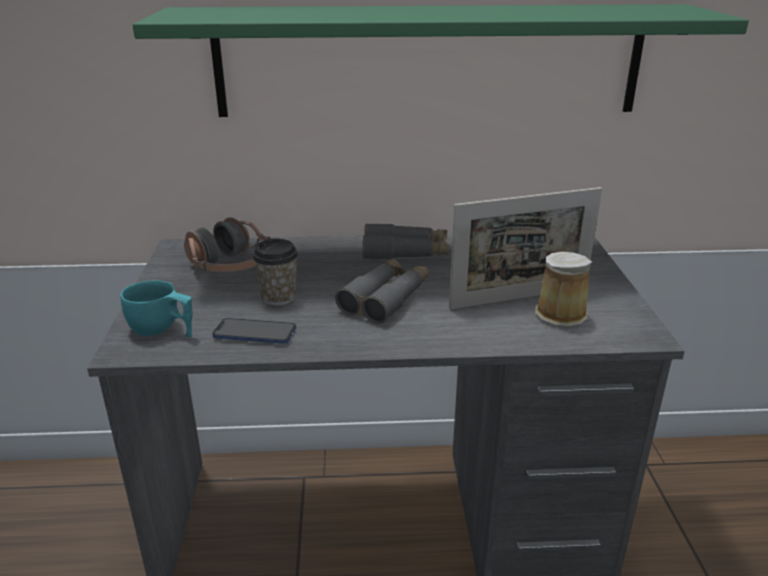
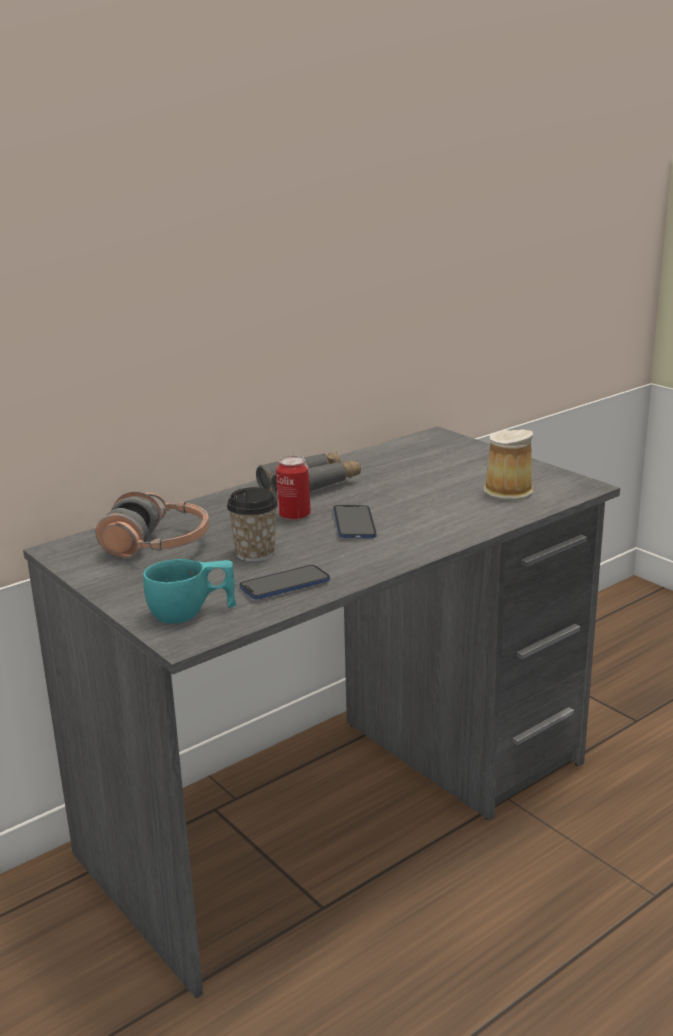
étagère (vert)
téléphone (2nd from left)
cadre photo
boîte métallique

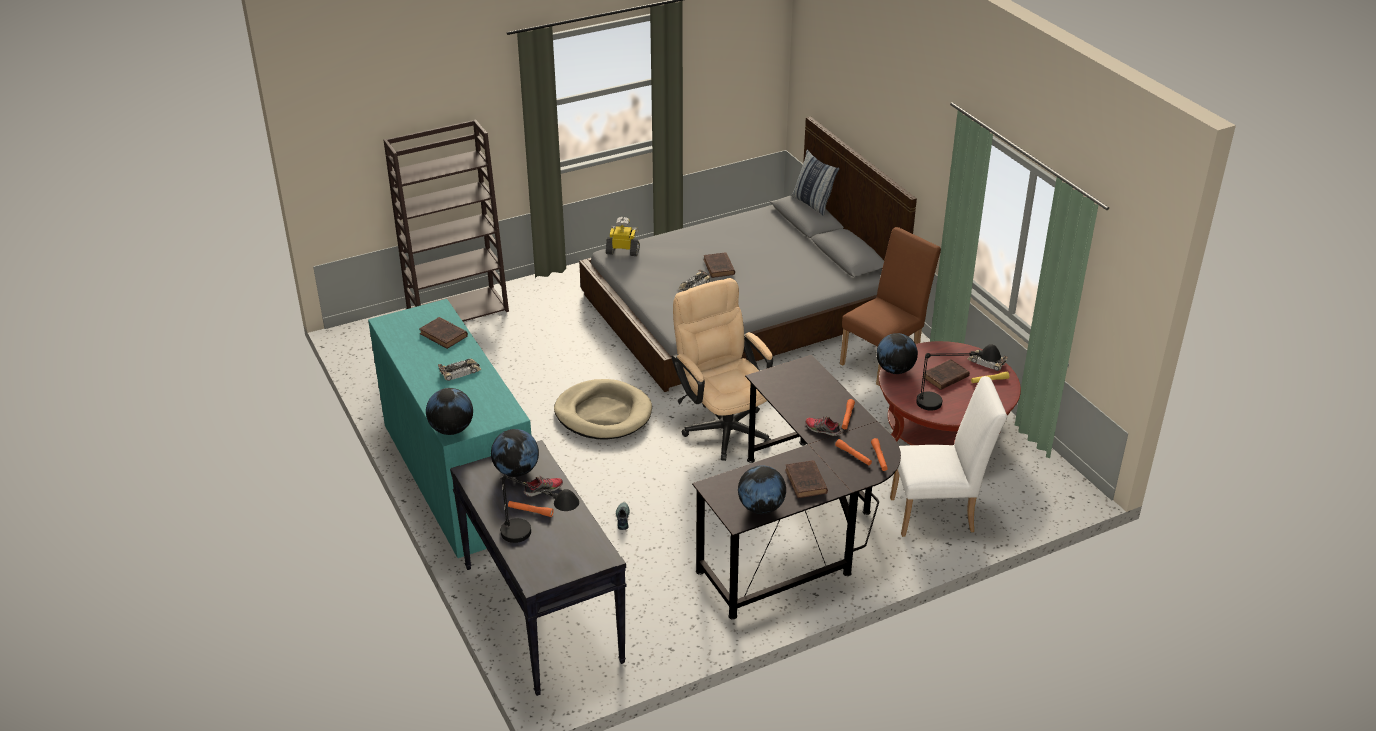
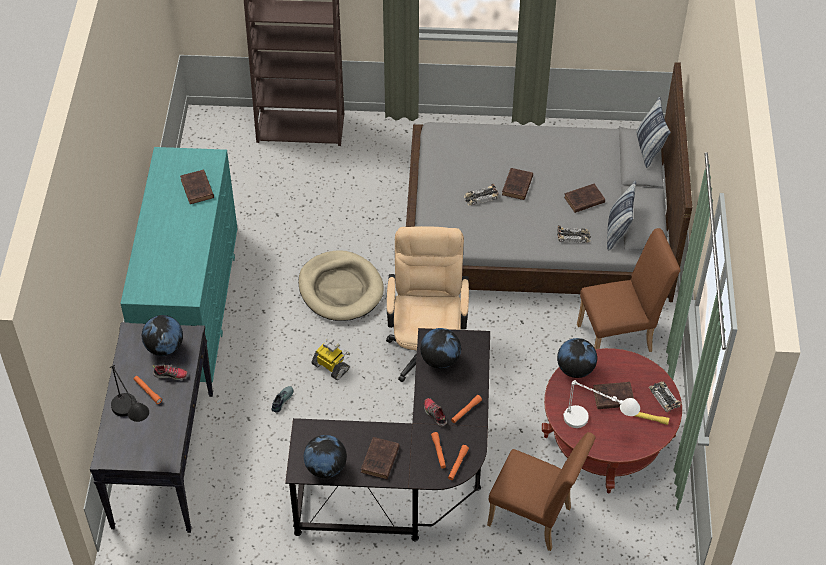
globe (3rd from left)
petite voiture (2nd from left)
robot jouet
chaise (marron) (1st from left)
lampe de table (blanc)
livre (marron) (4th from left)
coussin (1st from left)

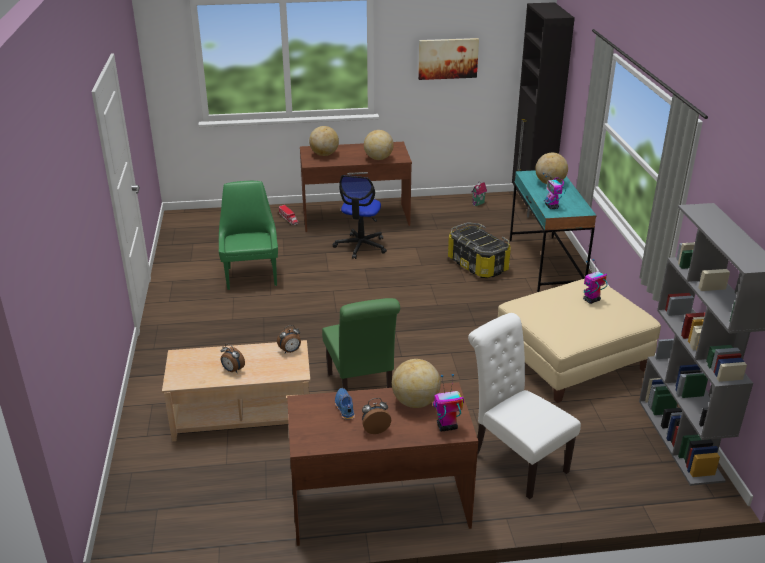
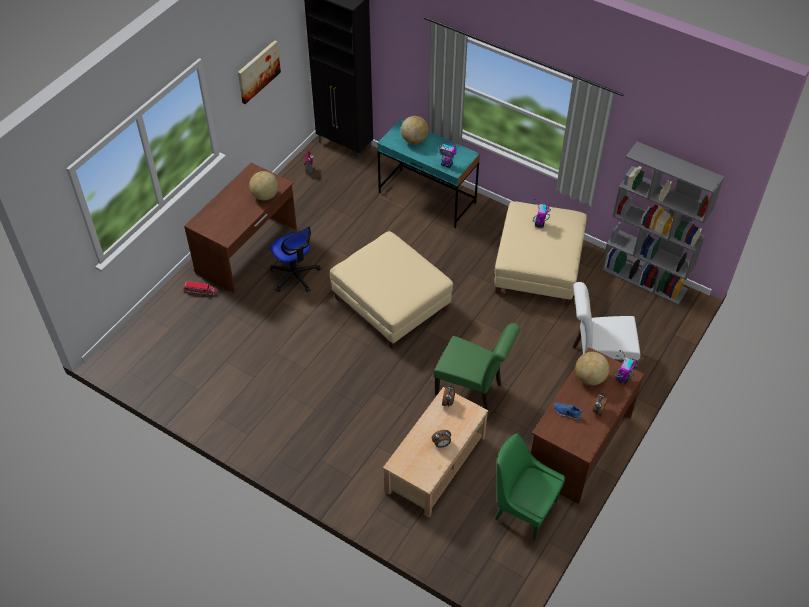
chaise (vert) (2nd from left)
globe (1st from left in the first image)
boîte de rangement
pouf (beige) (1st from left)

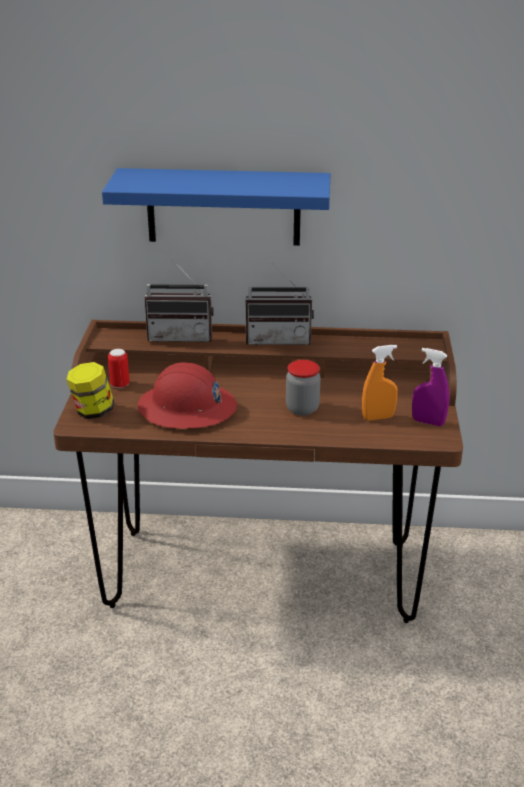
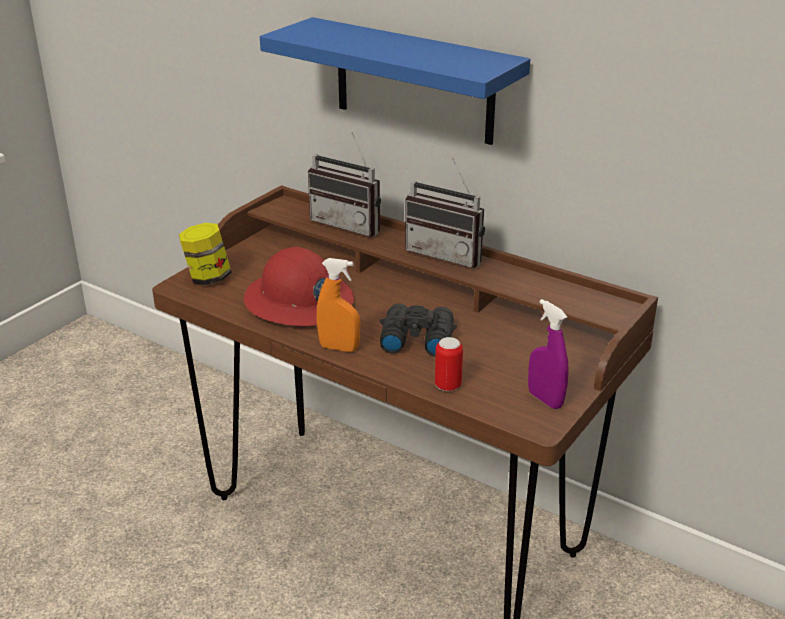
boîte métallique
jumelles (noir)
vaporisateur (orange)

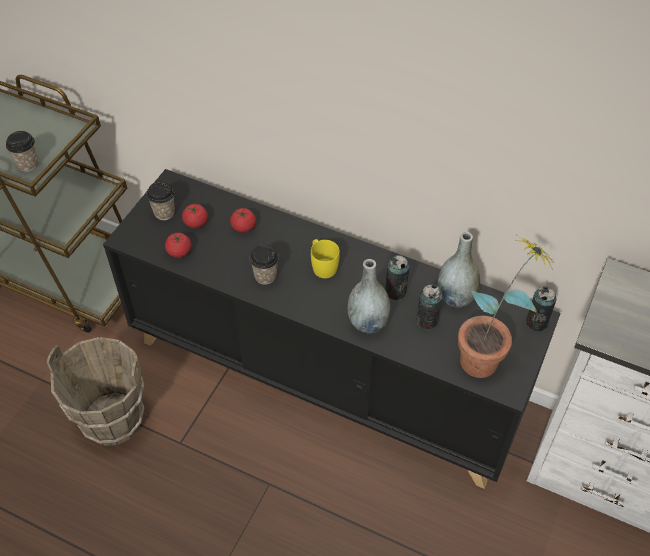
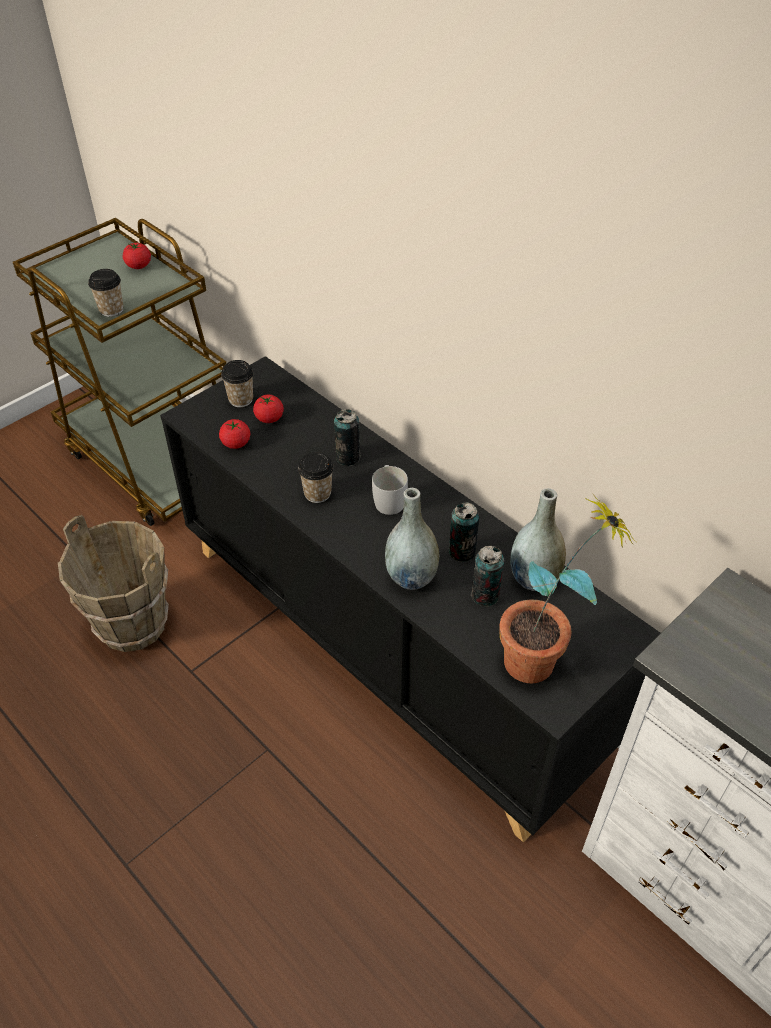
tomate (1st from left)
mug (blanc)
boîte métallique (1st from left)

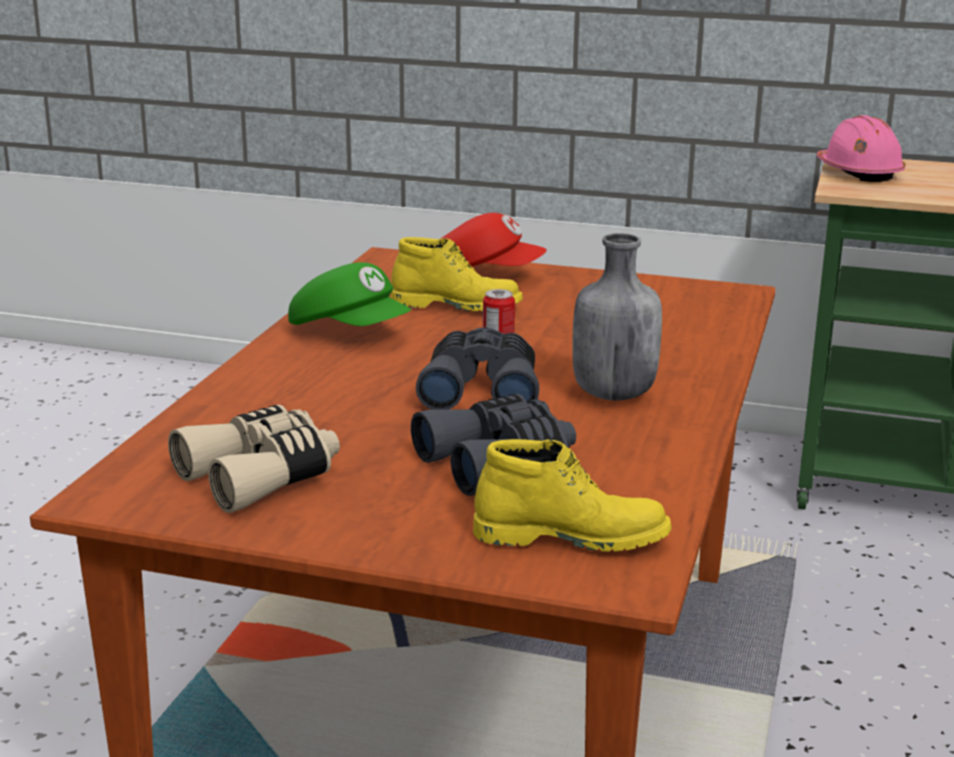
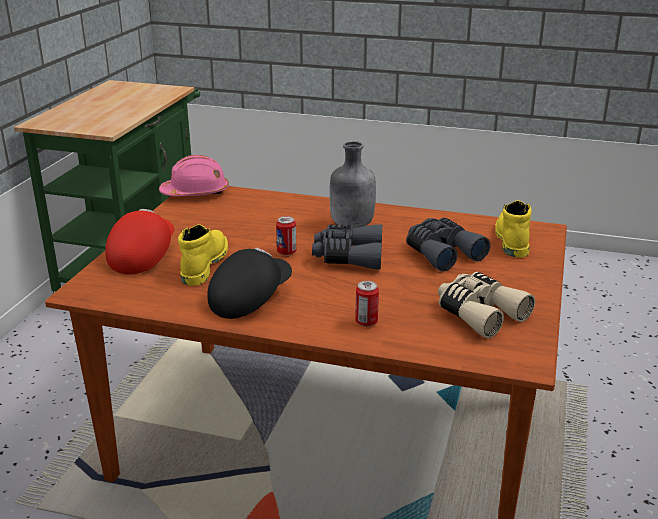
casquette (noir)
casque de chantier (rose)
boîte métallique (2nd from left)

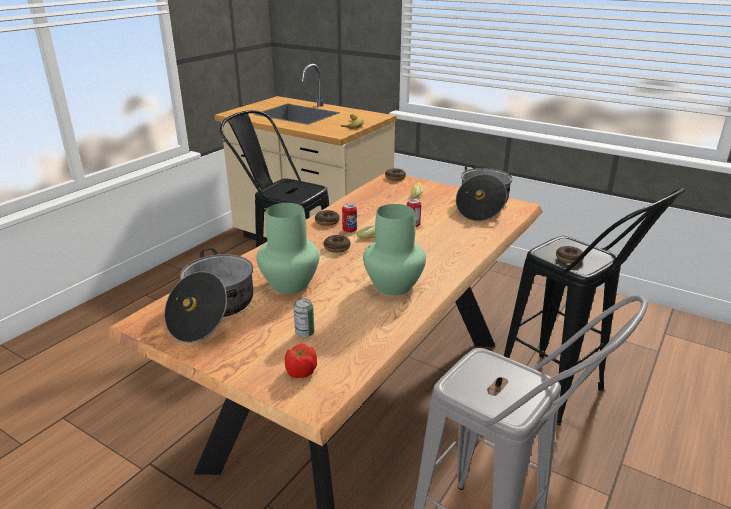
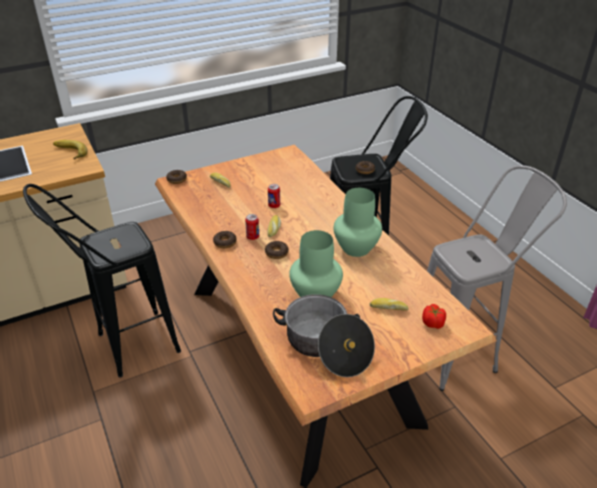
pain (3rd from left)
marmite (2nd from left in the first image)

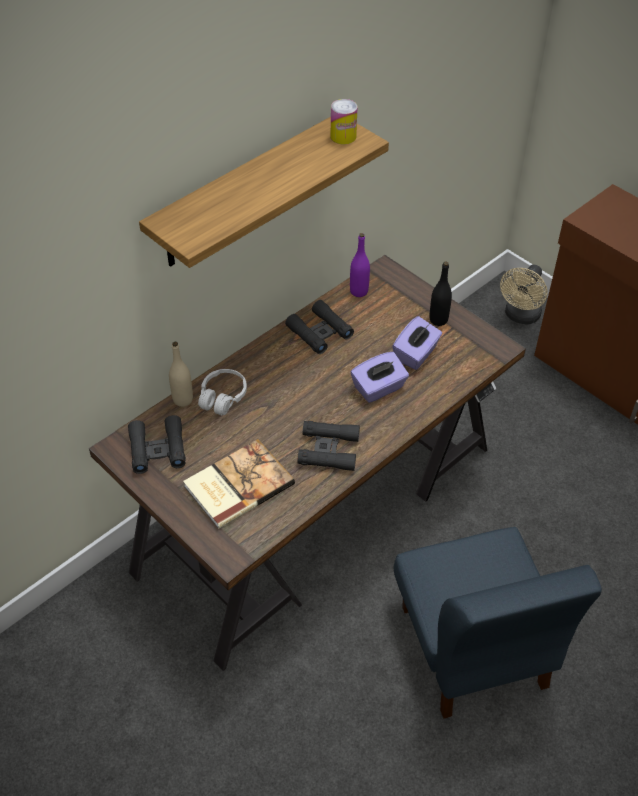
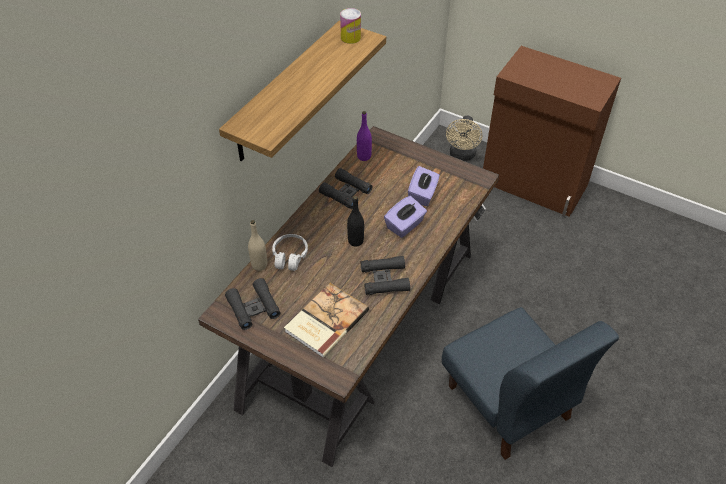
bouteille (noir)

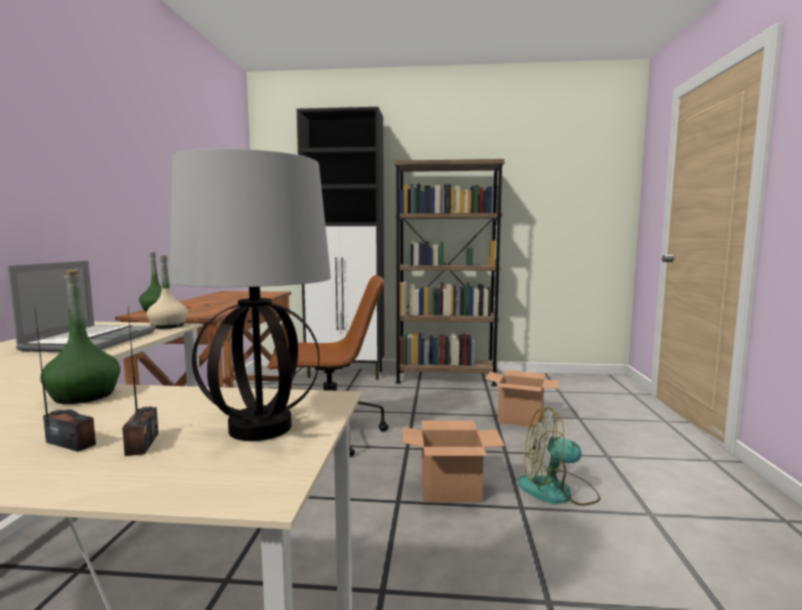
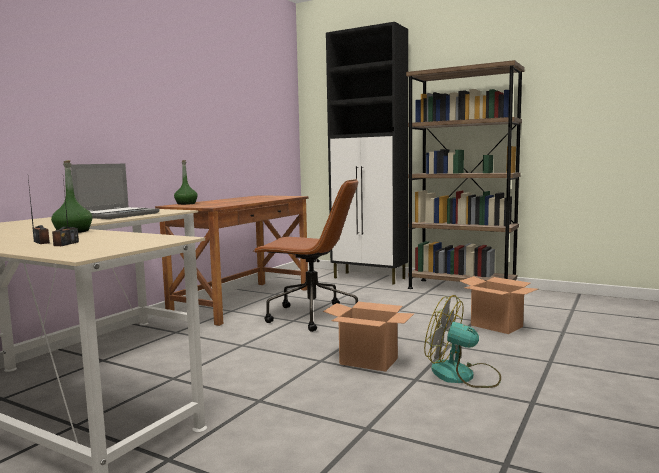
bouteille (beige)
lampe de table

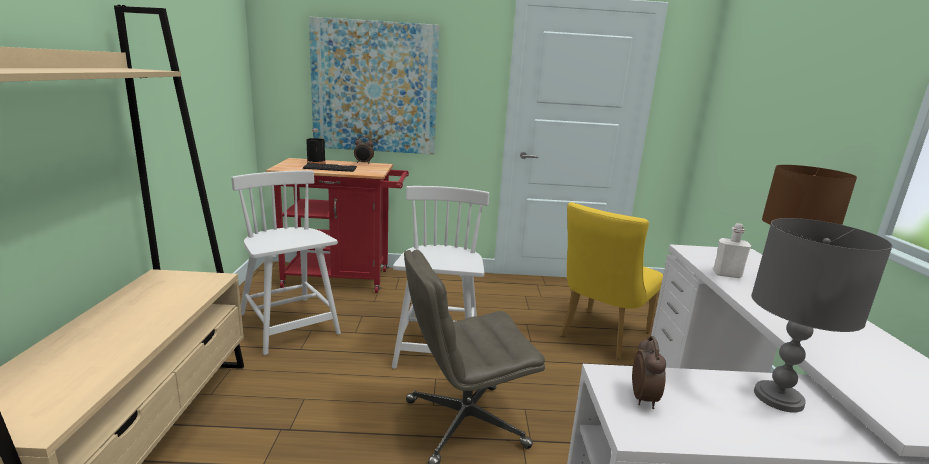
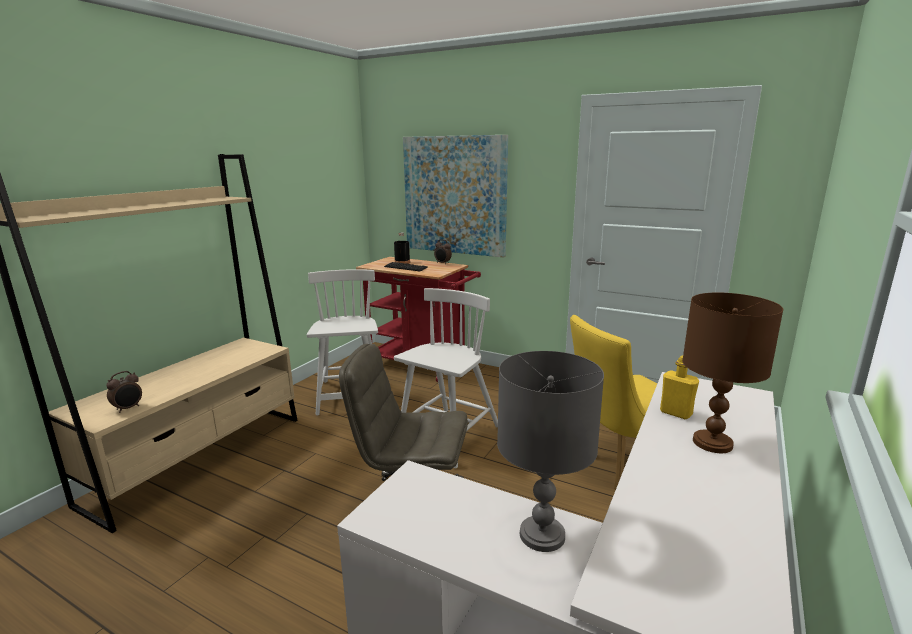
réveil (1st from left)
bouteille (jaune)

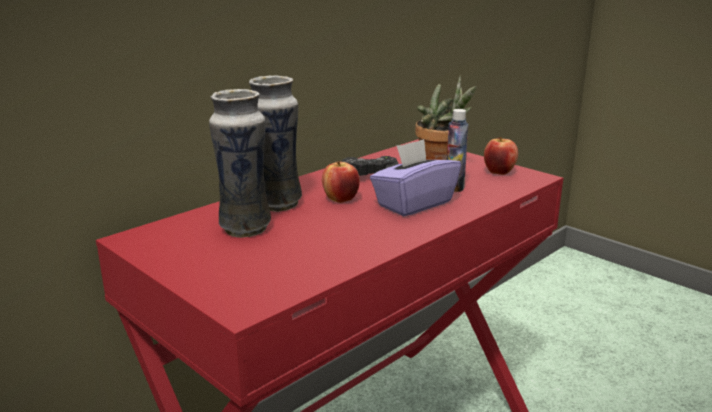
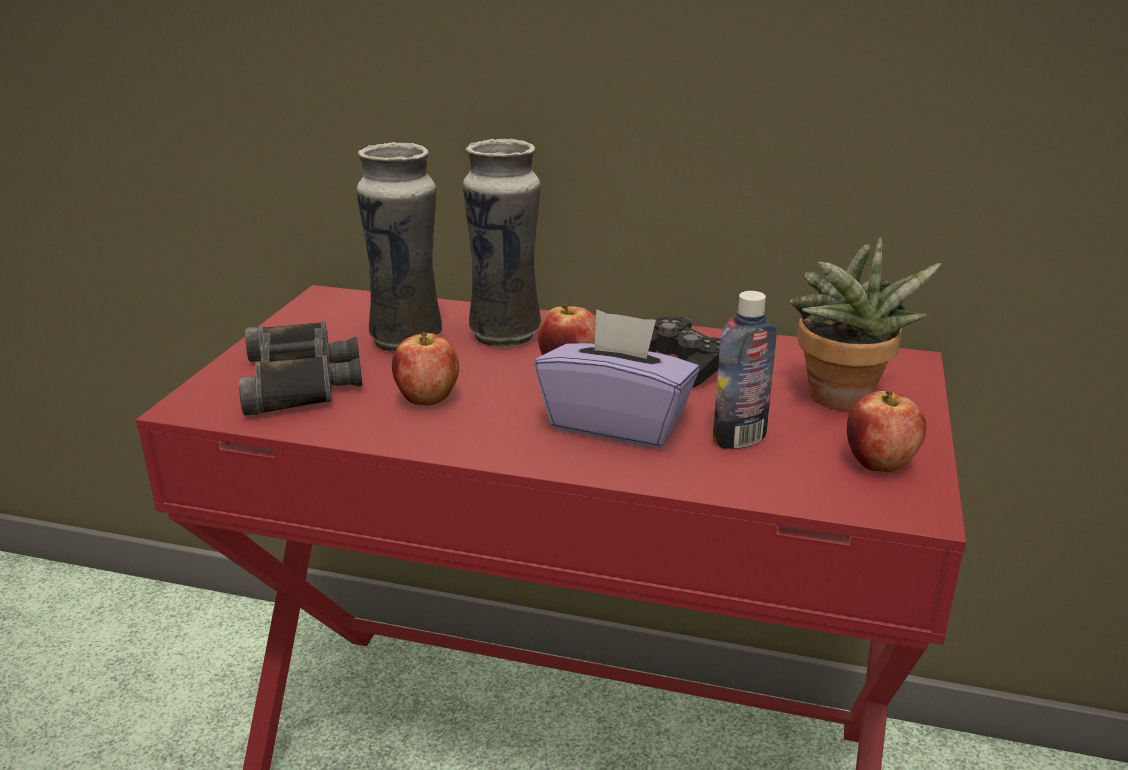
jumelles (noir)
pomme (1st from left)

